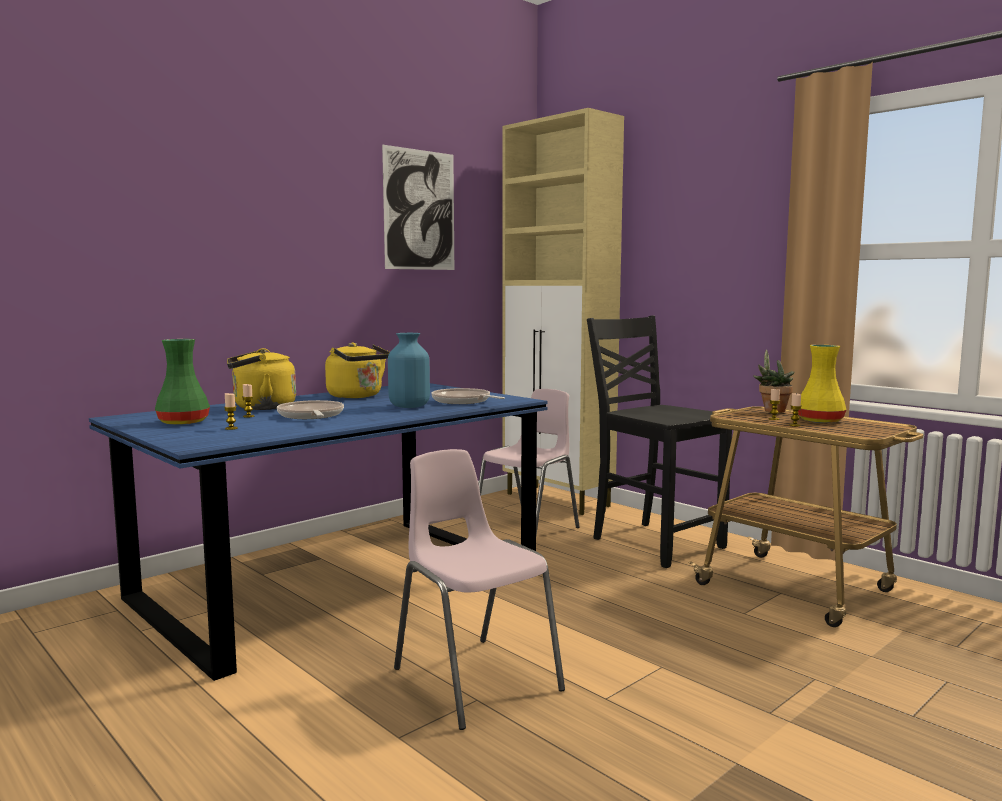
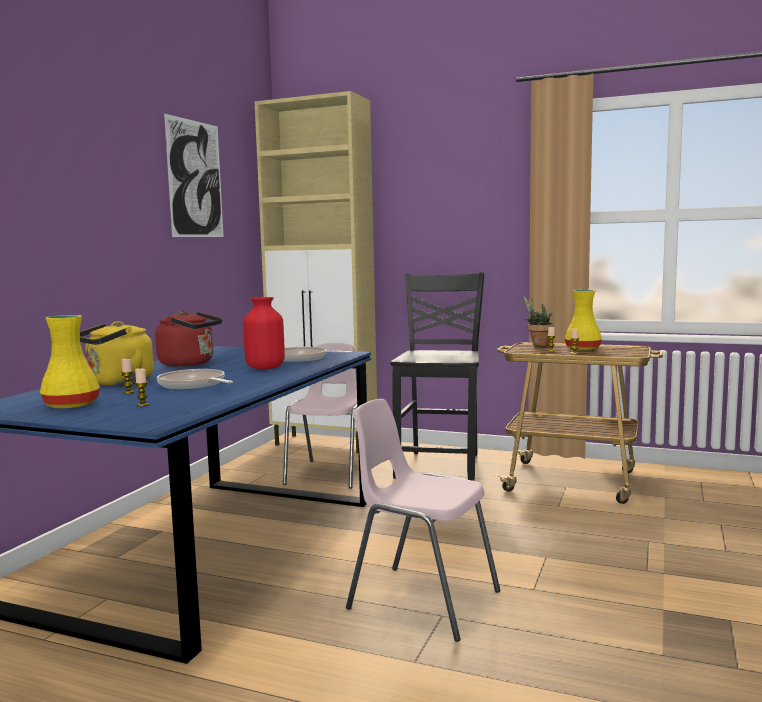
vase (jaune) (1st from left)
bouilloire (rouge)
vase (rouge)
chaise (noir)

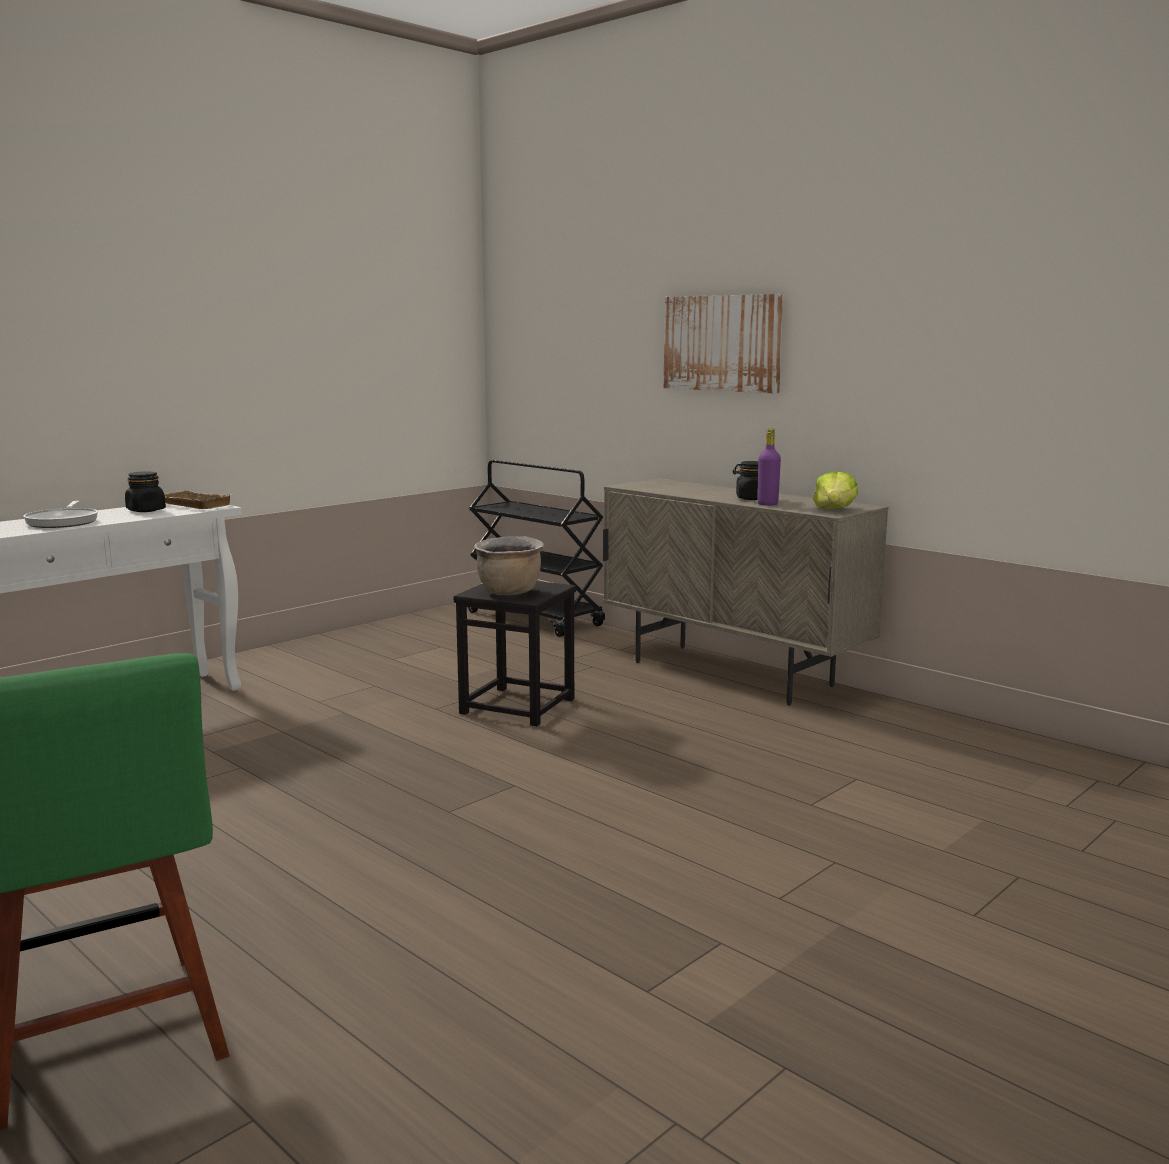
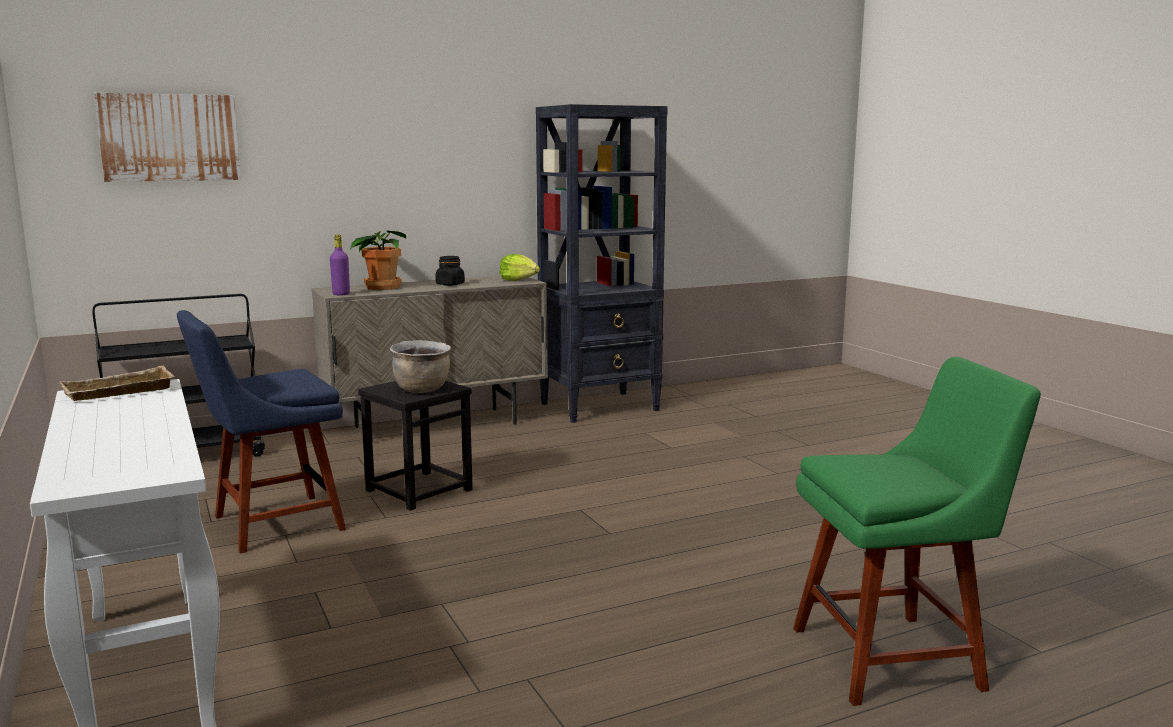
poêle
bocal (noir) (1st from left in the first image)
tableau
bouteille (violet)
chaise (bleu)
plante en pot
bibliothèque (noir)

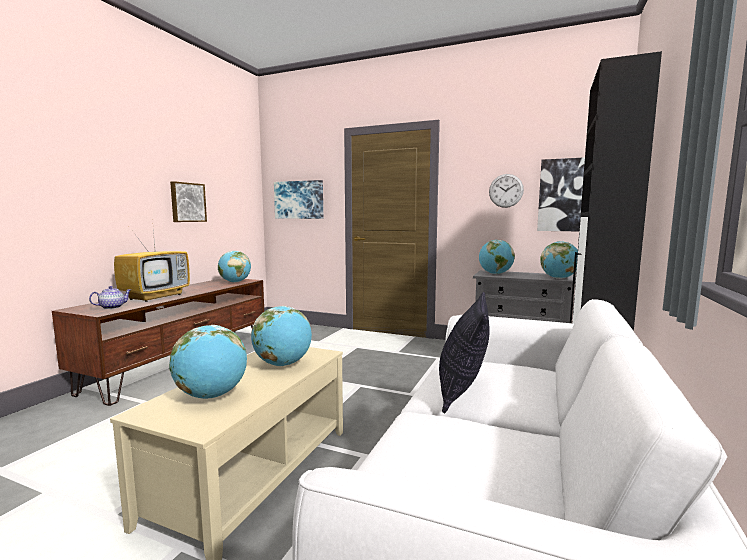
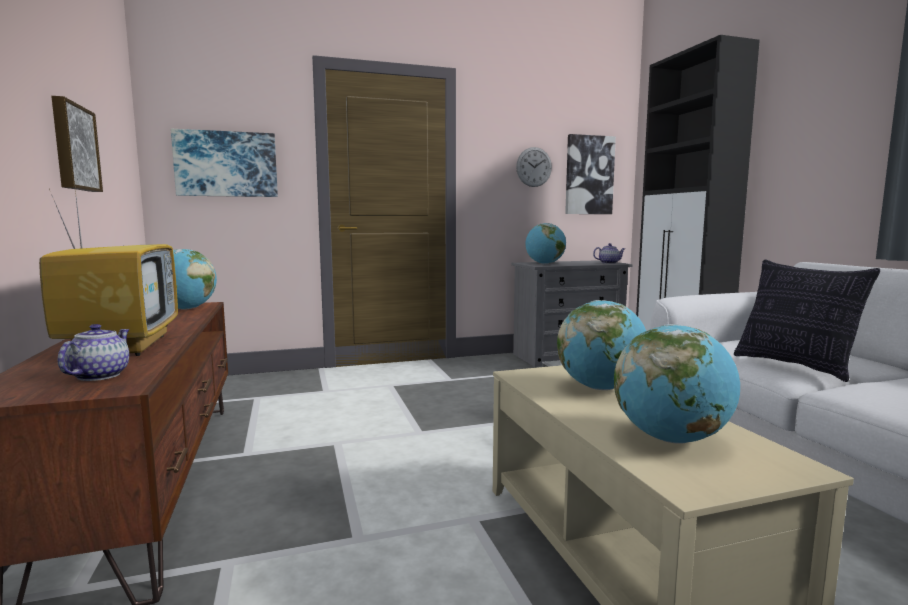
théière (2nd from left)

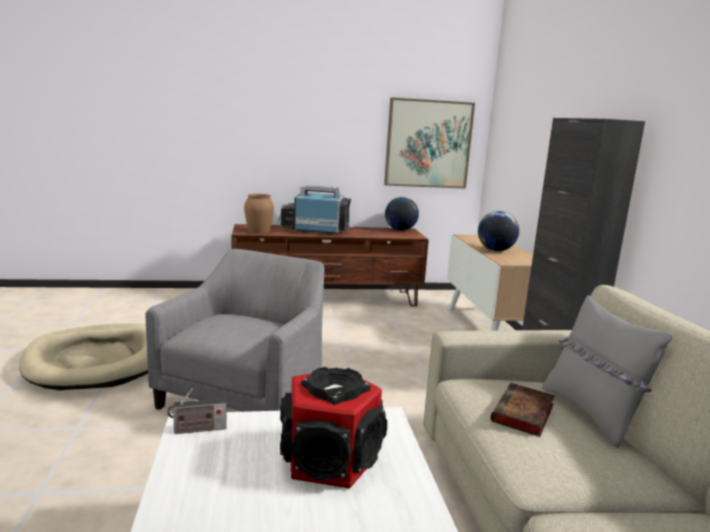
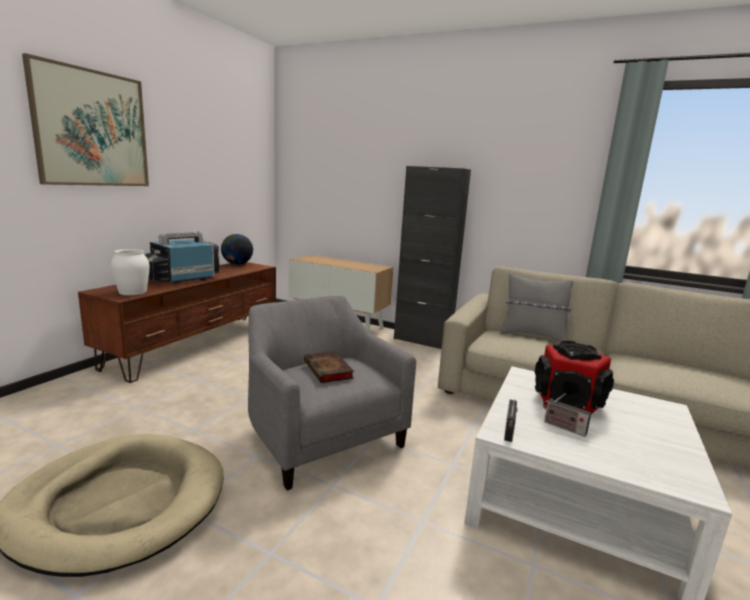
vase (blanc)
tableau
globe (2nd from left in the first image)
livre
radio (2nd from left)

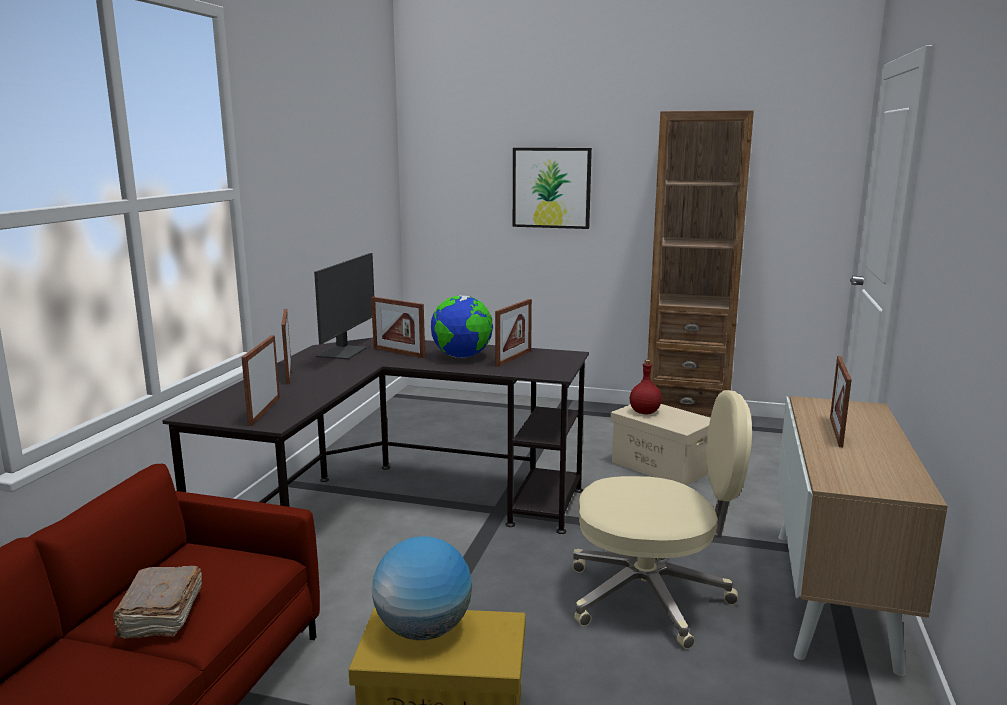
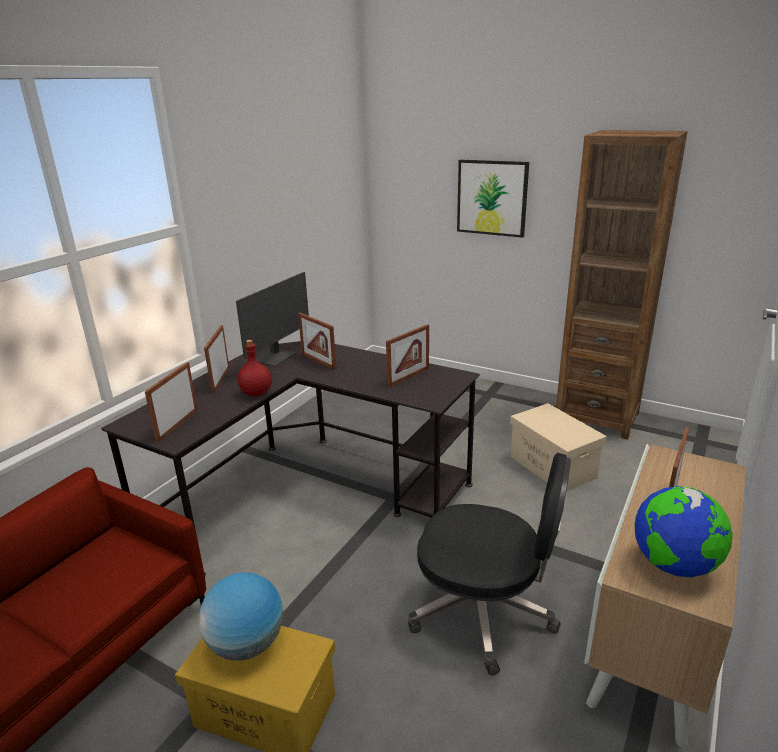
livre (marron)
globe (2nd from left)
chaise de bureau (noir)
bouteille (rouge)

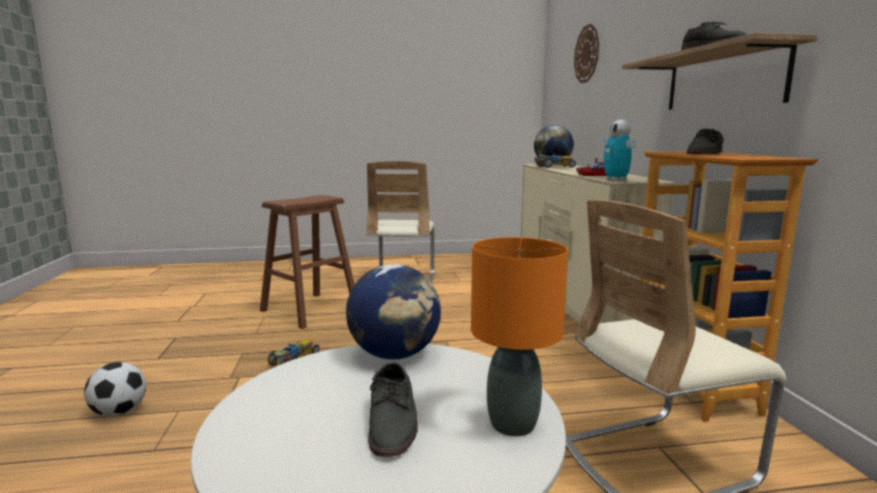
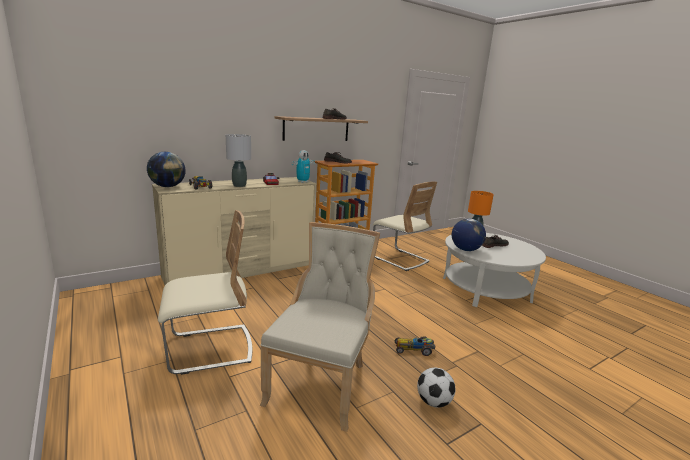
ballon de foot
chaise (beige) (2nd from left)
horloge murale
lampe de table (gris)

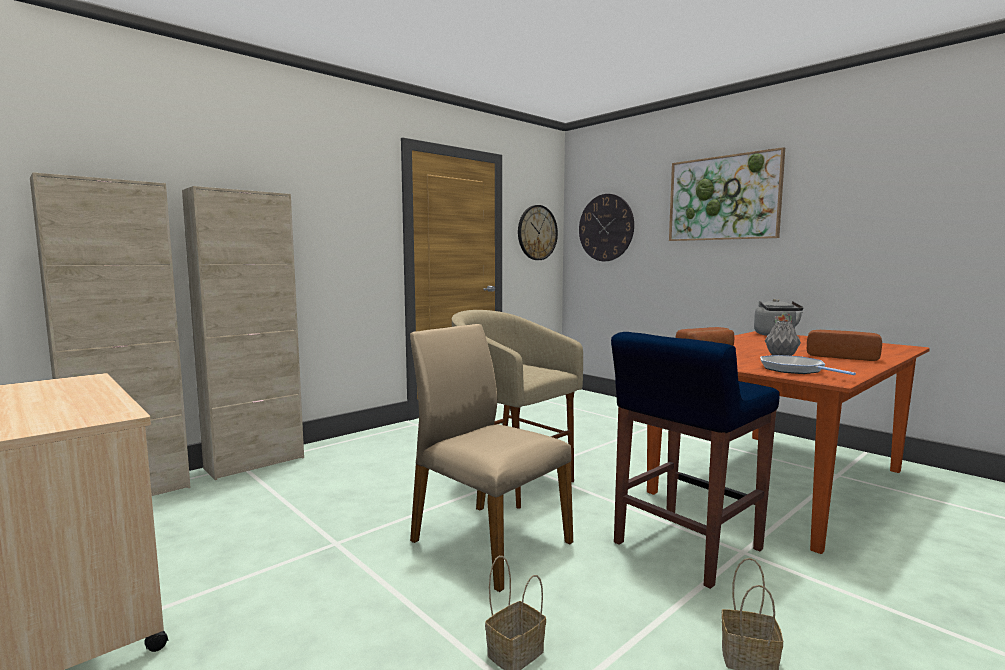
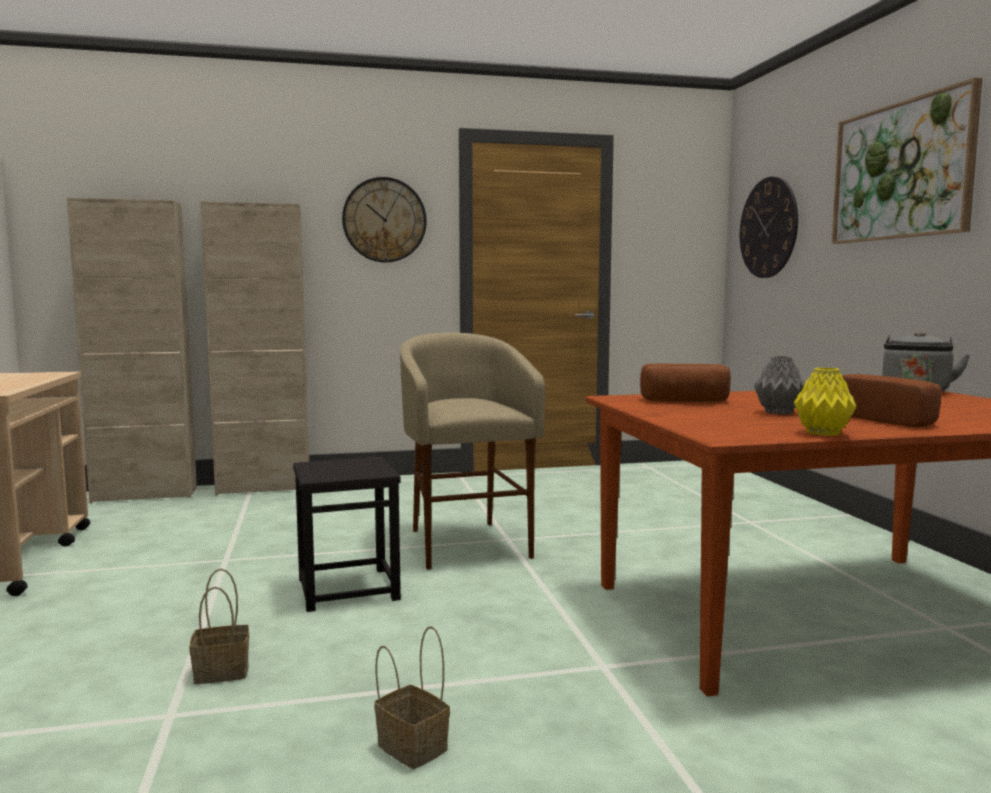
tabouret (noir)
horloge murale (1st from left)
tabouret (bleu)
poêle
vase (jaune)

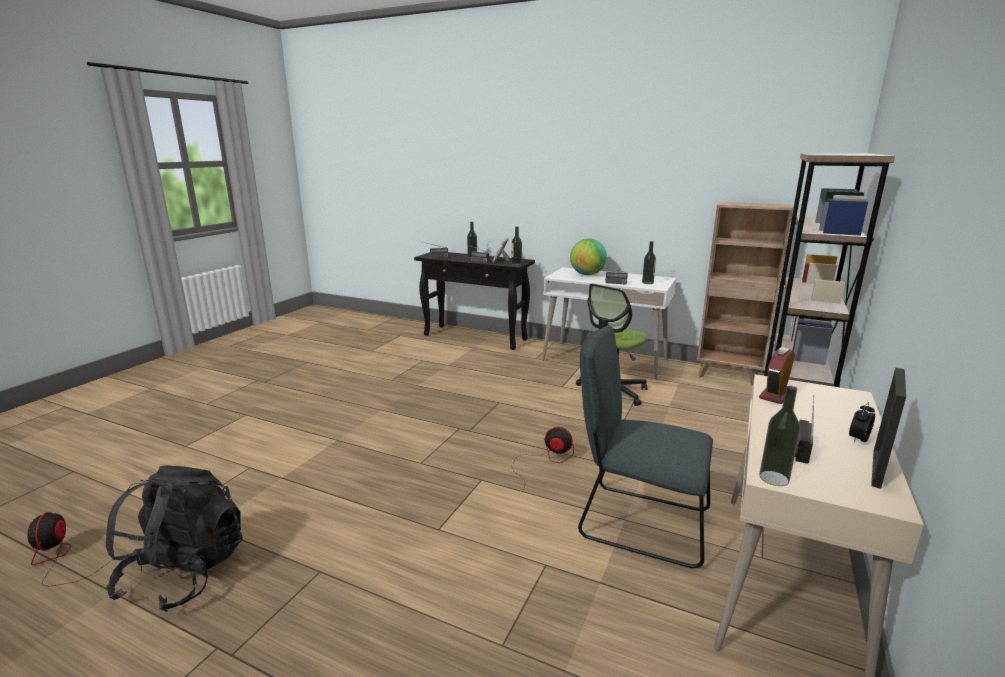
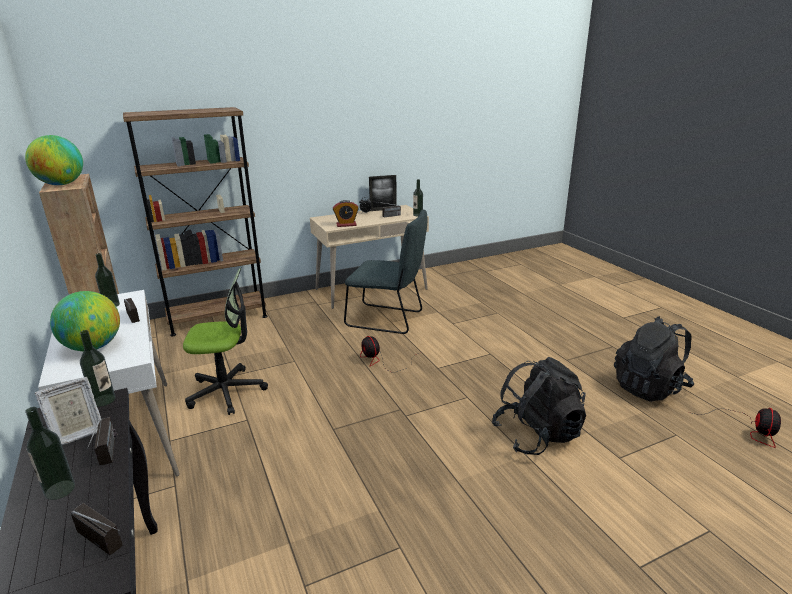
chaise (gris)
globe (1st from left)
sac à dos (noir) (1st from left)

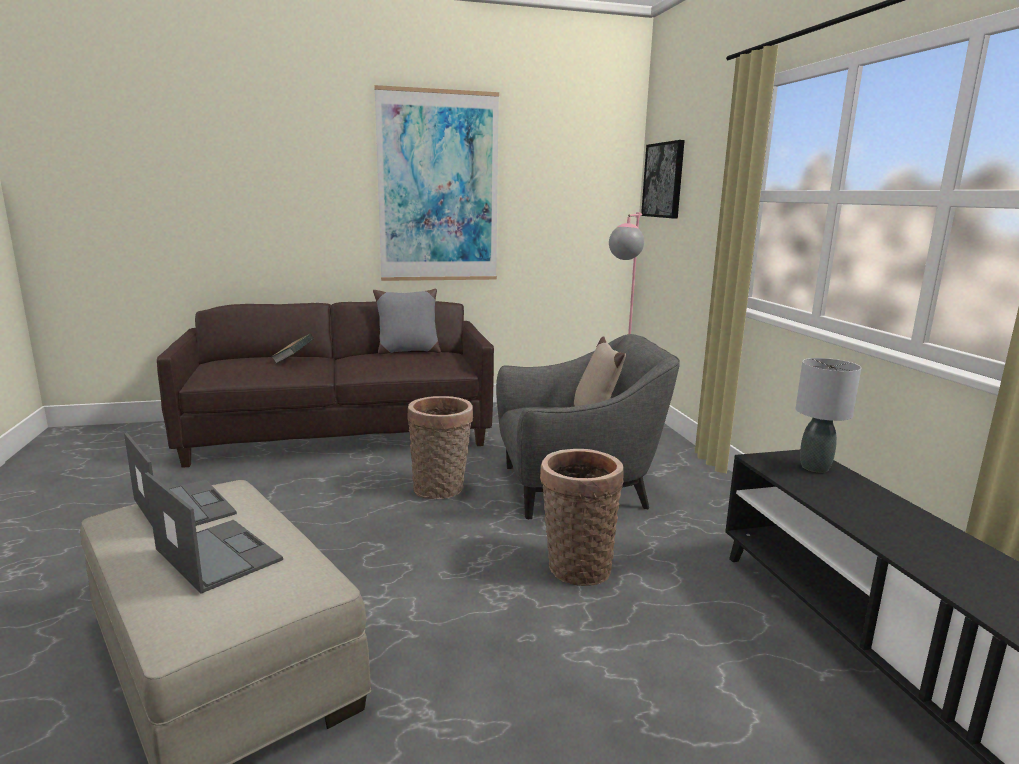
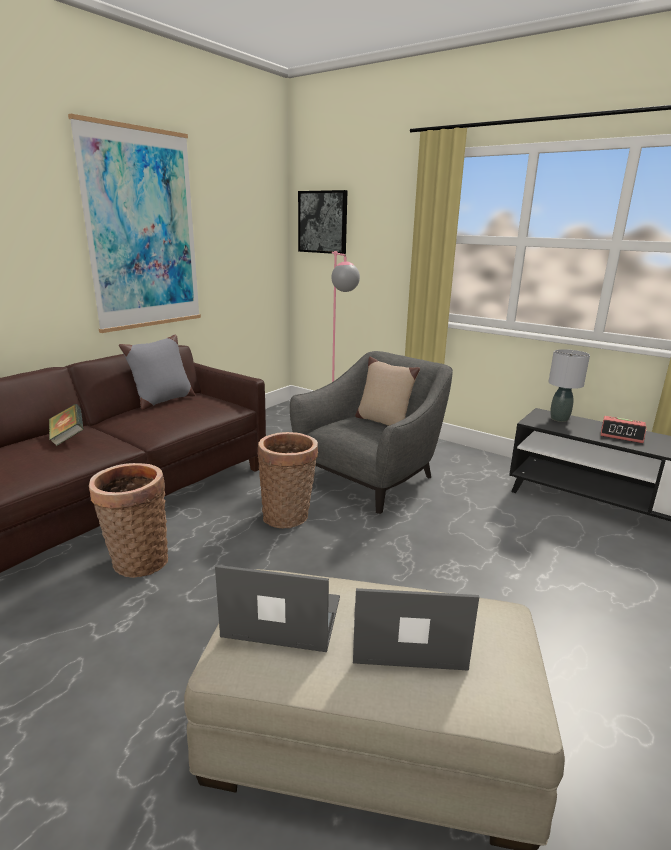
panier (1st from left)
réveil

